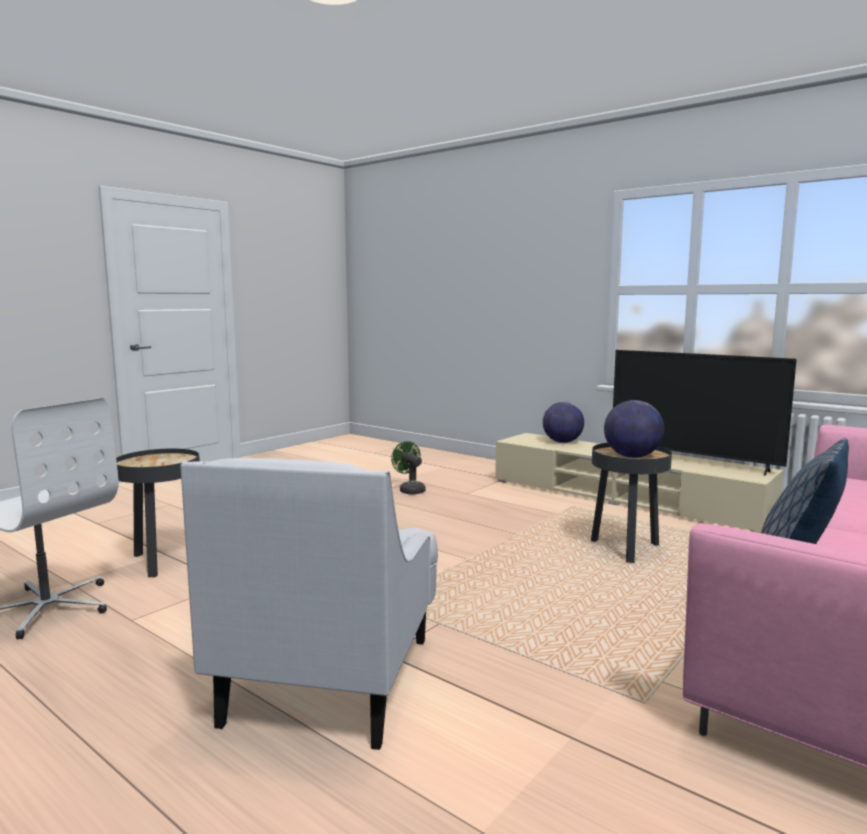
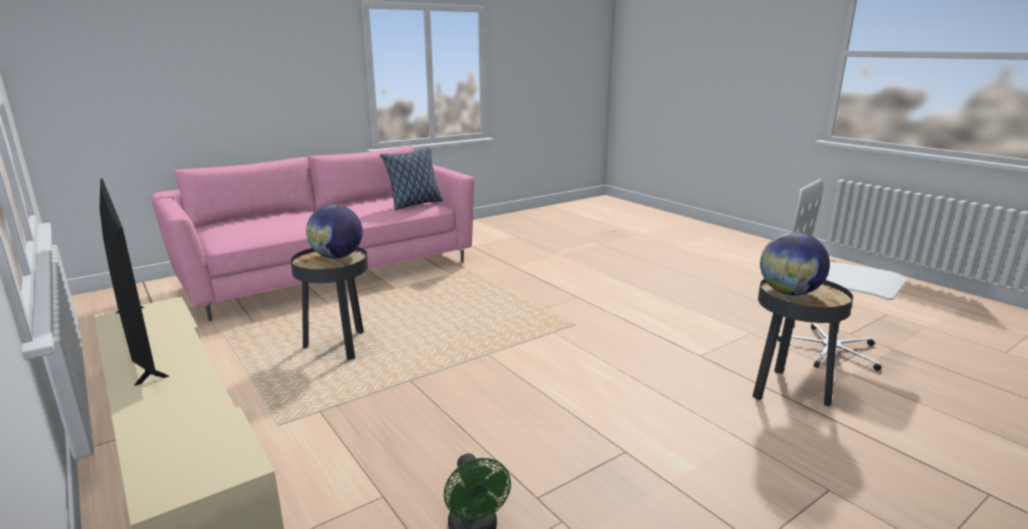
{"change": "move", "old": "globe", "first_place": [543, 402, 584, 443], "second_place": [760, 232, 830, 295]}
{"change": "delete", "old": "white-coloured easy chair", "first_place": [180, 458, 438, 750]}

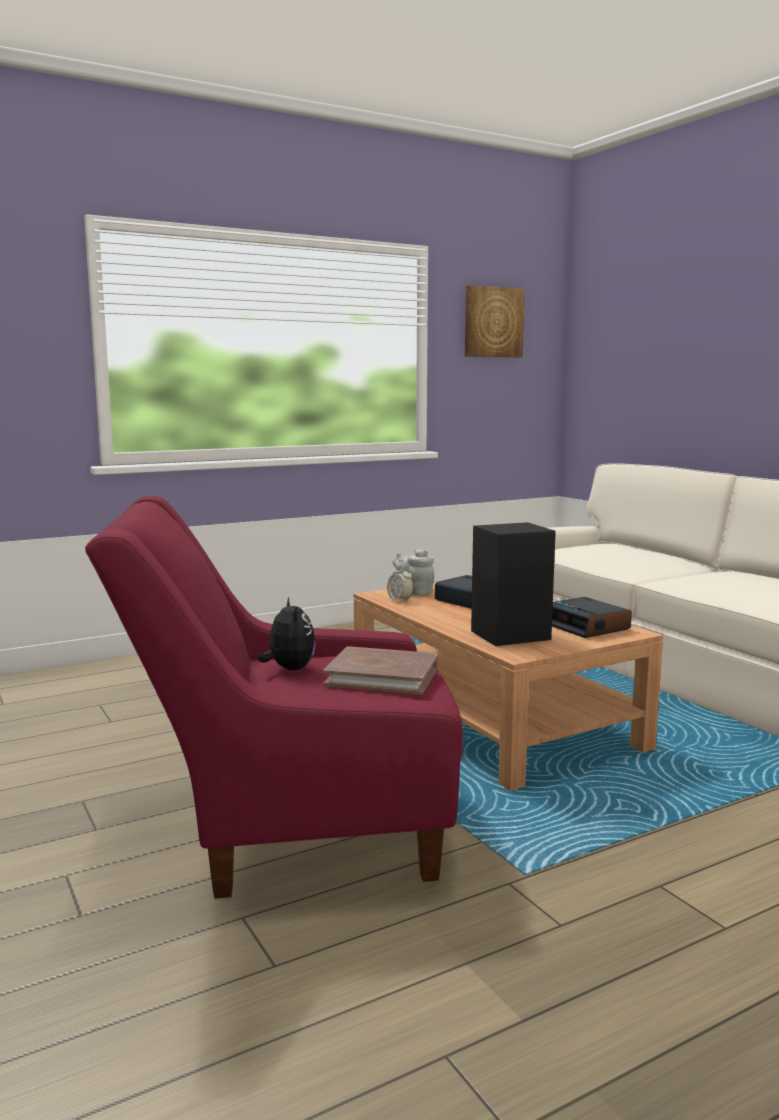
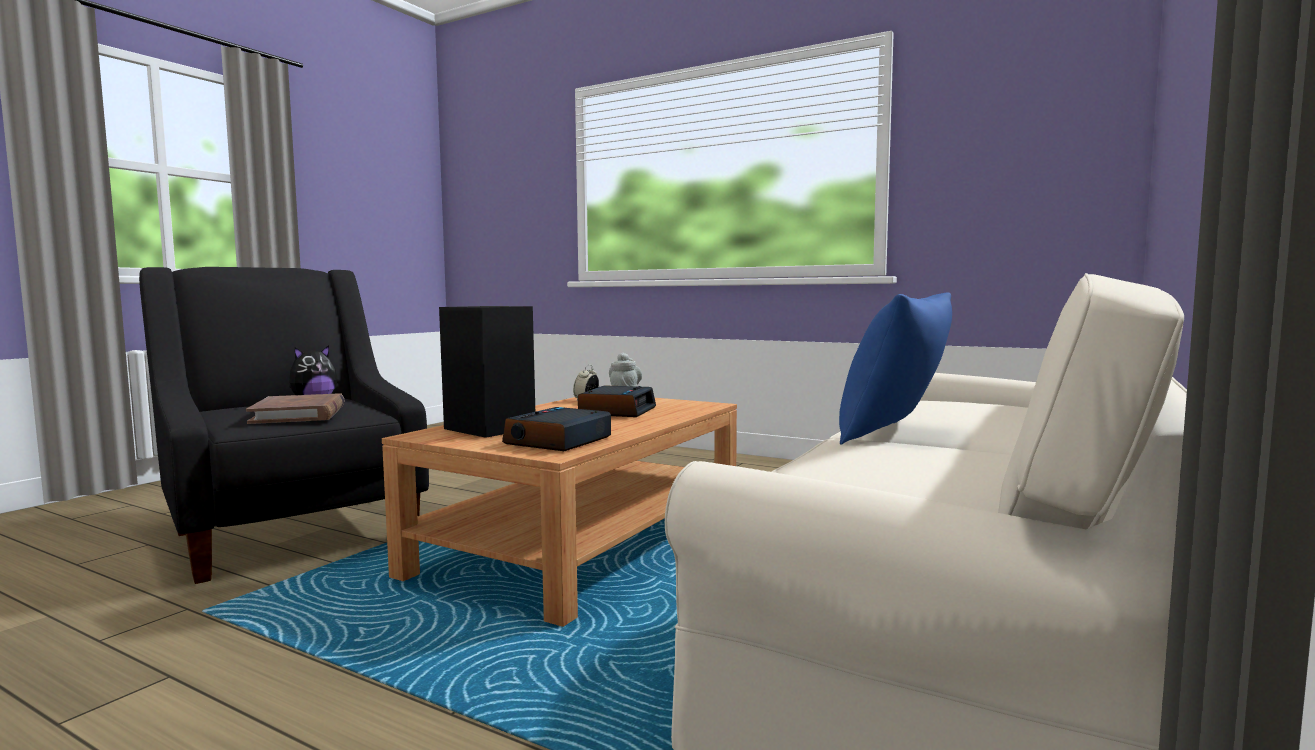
{"change": "delete", "old": "picture", "first_place": [465, 285, 525, 357]}
{"change": "recolor", "old": "red-coloured easy chair", "new": "blackish easy chair", "first_place": [85, 495, 463, 898], "second_place": [139, 267, 429, 584]}
{"change": "insert", "new": "blue-coloured pillow", "second_place": [839, 292, 952, 445]}

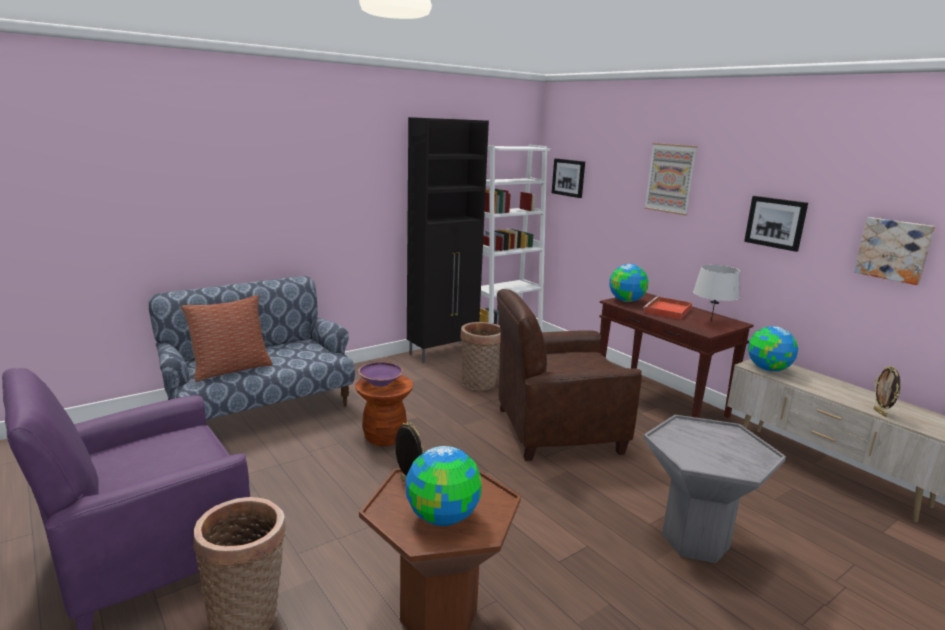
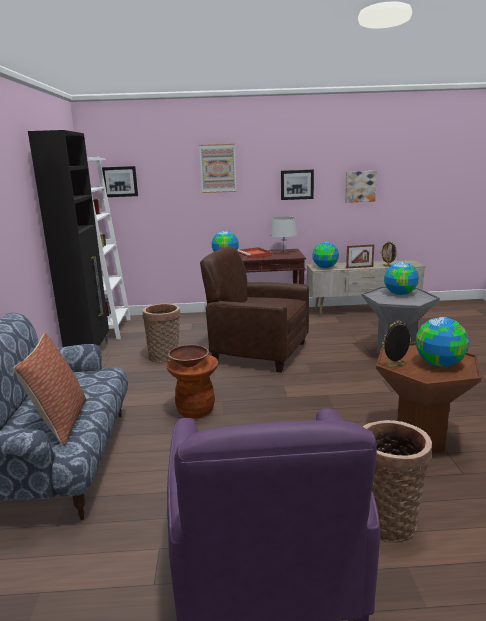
{"change": "rotate", "old": "brown easy chair", "first_place": [497, 289, 642, 461], "second_place": [200, 246, 309, 373], "degrees": 90}
{"change": "recolor", "old": "purplish serving bowl", "new": "brown serving bowl", "first_place": [358, 362, 403, 387], "second_place": [168, 345, 209, 367]}
{"change": "insert", "new": "picture frame", "second_place": [346, 244, 374, 268]}
{"change": "insert", "new": "globe", "second_place": [384, 262, 419, 295]}

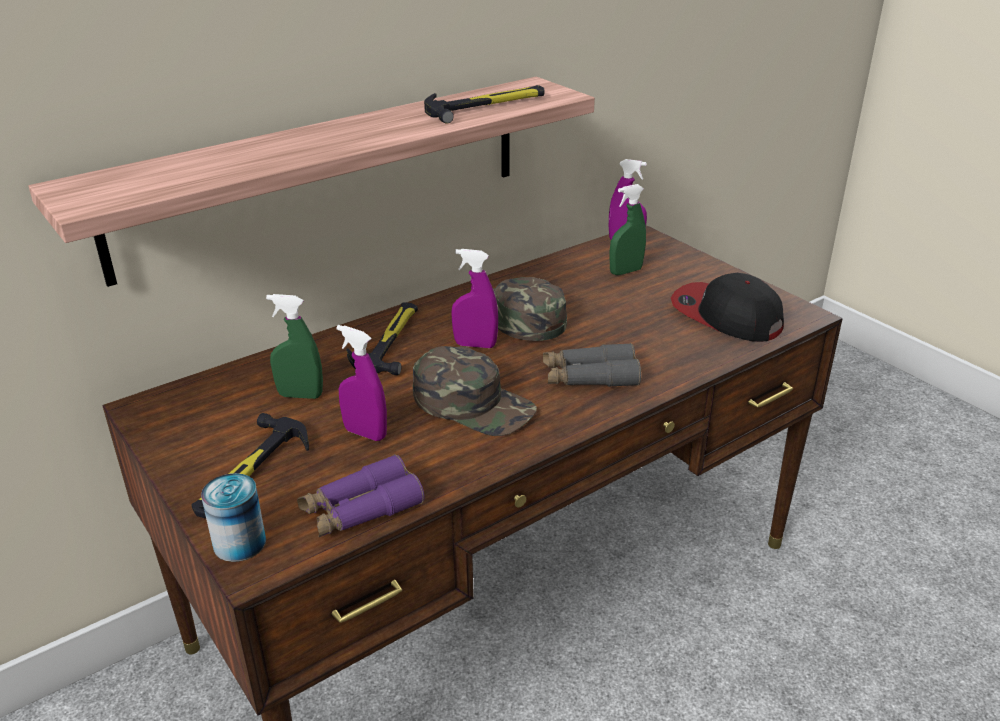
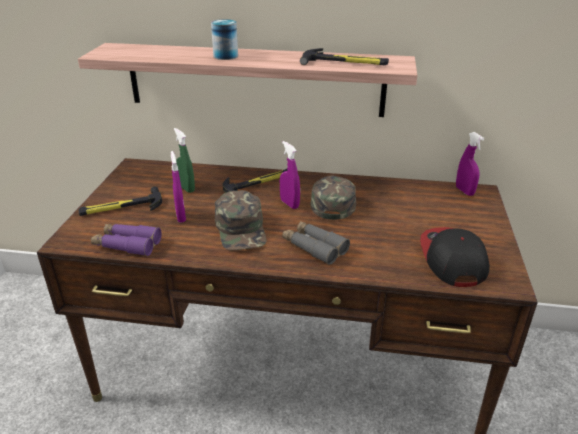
{"change": "delete", "old": "greenish hand sprayer", "first_place": [609, 184, 646, 275]}
{"change": "move", "old": "metal can", "first_place": [201, 473, 266, 562], "second_place": [211, 19, 238, 60]}

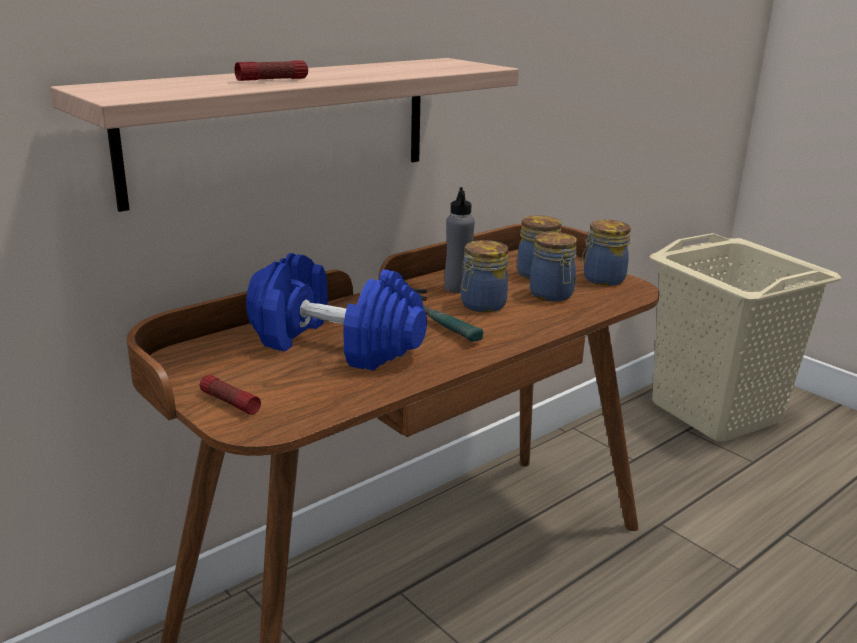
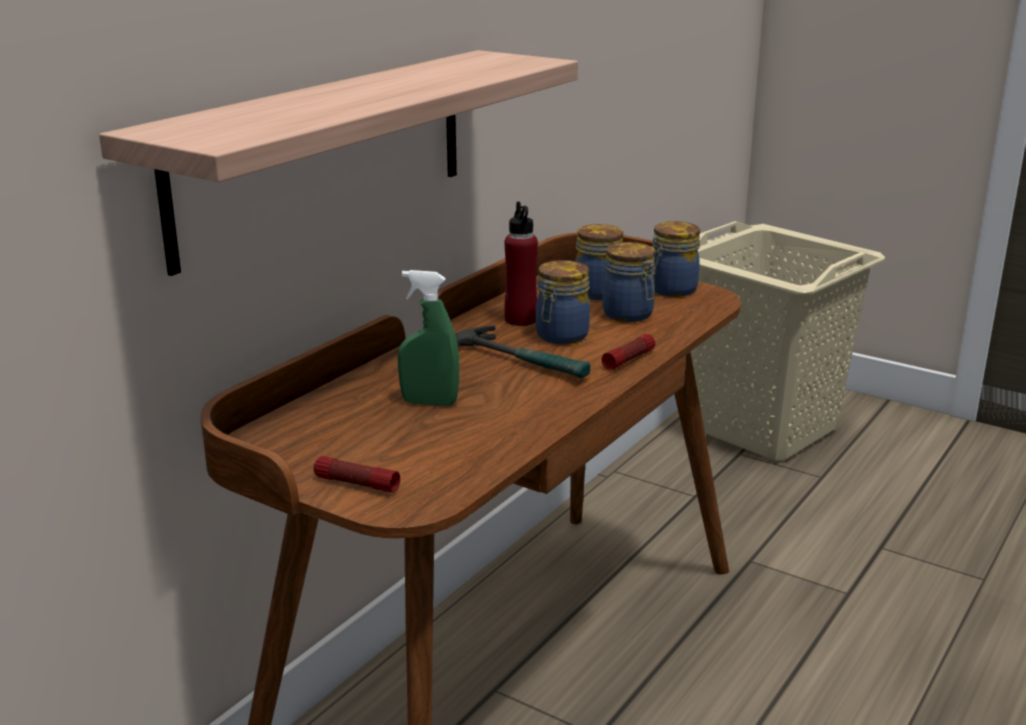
{"change": "move", "old": "flashlight", "first_place": [235, 60, 308, 81], "second_place": [602, 334, 655, 370]}
{"change": "recolor", "old": "grey drink bottle", "new": "red-coloured drink bottle", "first_place": [444, 187, 475, 293], "second_place": [504, 202, 538, 326]}
{"change": "replace", "old": "blue-coloured free weight", "new": "greenish hand sprayer", "first_place": [246, 253, 427, 371], "second_place": [398, 270, 459, 406]}

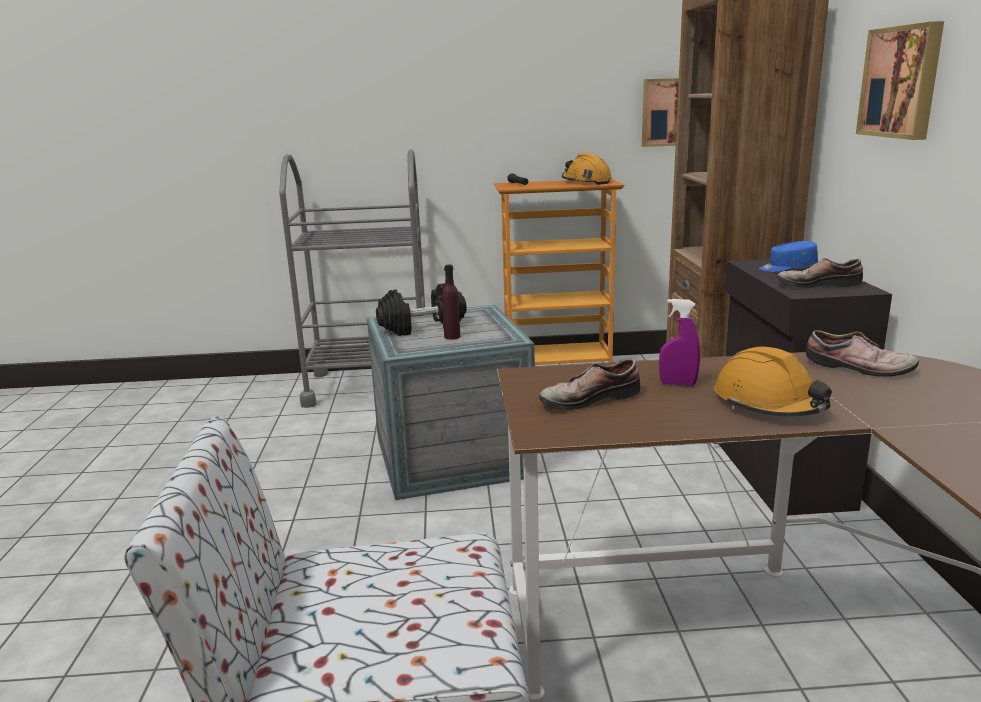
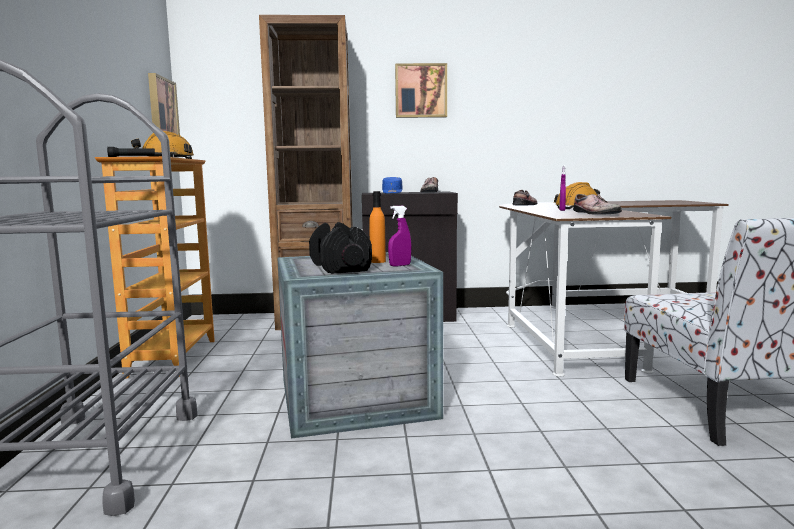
{"change": "recolor", "old": "purplish drink bottle", "new": "orange drink bottle", "first_place": [442, 265, 461, 340], "second_place": [369, 191, 386, 263]}
{"change": "insert", "new": "purplish hand sprayer", "second_place": [388, 206, 412, 266]}

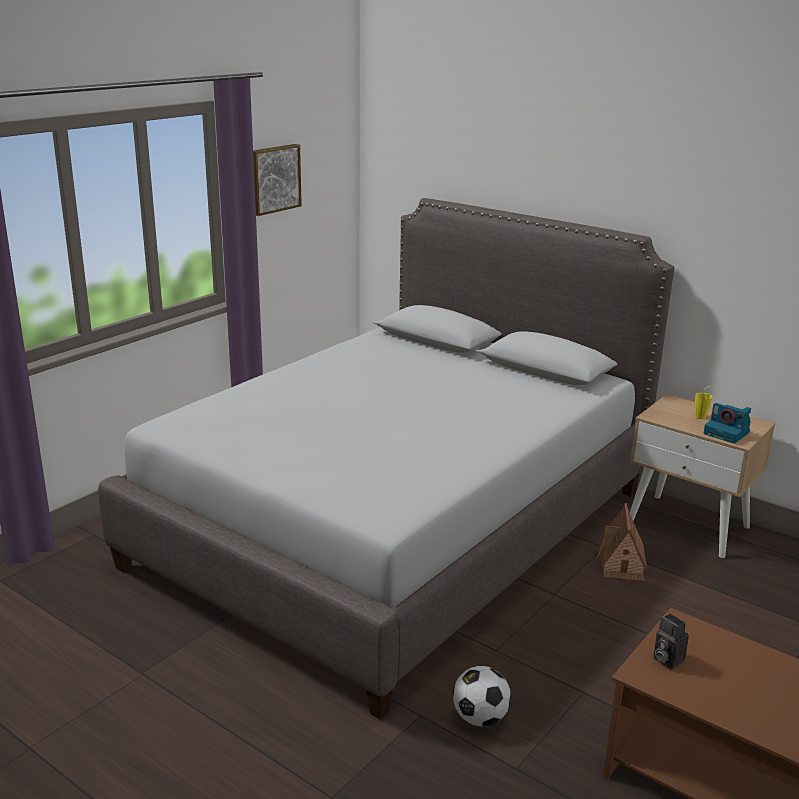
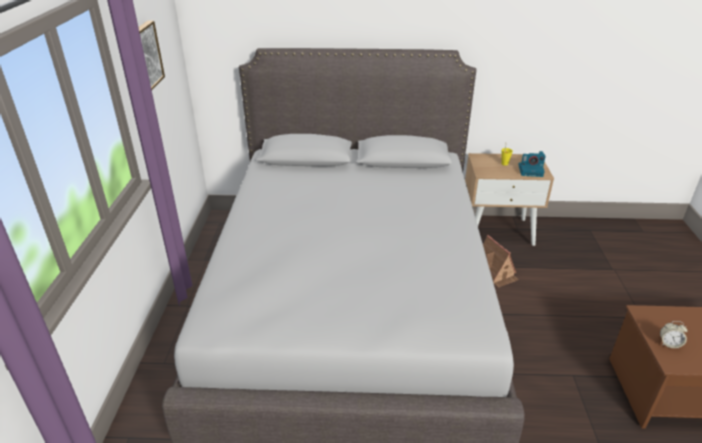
{"change": "replace", "old": "still camera", "new": "alarm clock", "first_place": [653, 614, 689, 669], "second_place": [660, 321, 688, 348]}
{"change": "delete", "old": "ball for football", "first_place": [453, 666, 511, 726]}

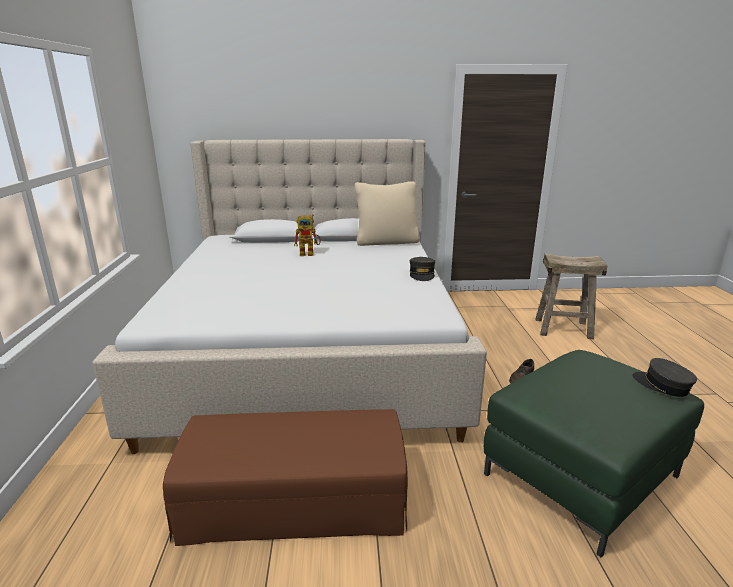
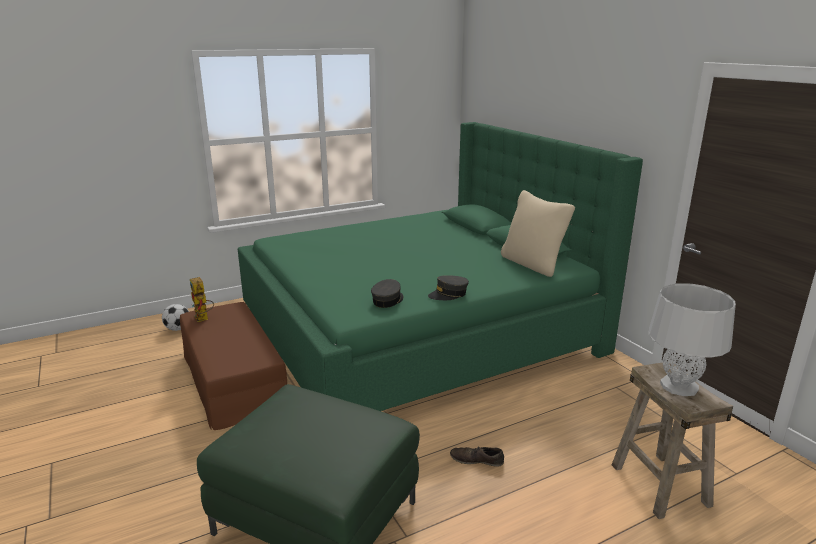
{"change": "recolor", "old": "beige bed", "new": "greenish bed", "first_place": [93, 139, 487, 454], "second_place": [238, 122, 643, 411]}
{"change": "move", "old": "model robot", "first_place": [294, 214, 321, 256], "second_place": [190, 277, 214, 322]}
{"change": "move", "old": "grey baseball cap", "first_place": [632, 358, 697, 397], "second_place": [371, 279, 403, 308]}
{"change": "insert", "new": "grey table lamp", "second_place": [649, 283, 736, 396]}
{"change": "insert", "new": "ball for football", "second_place": [162, 304, 189, 331]}

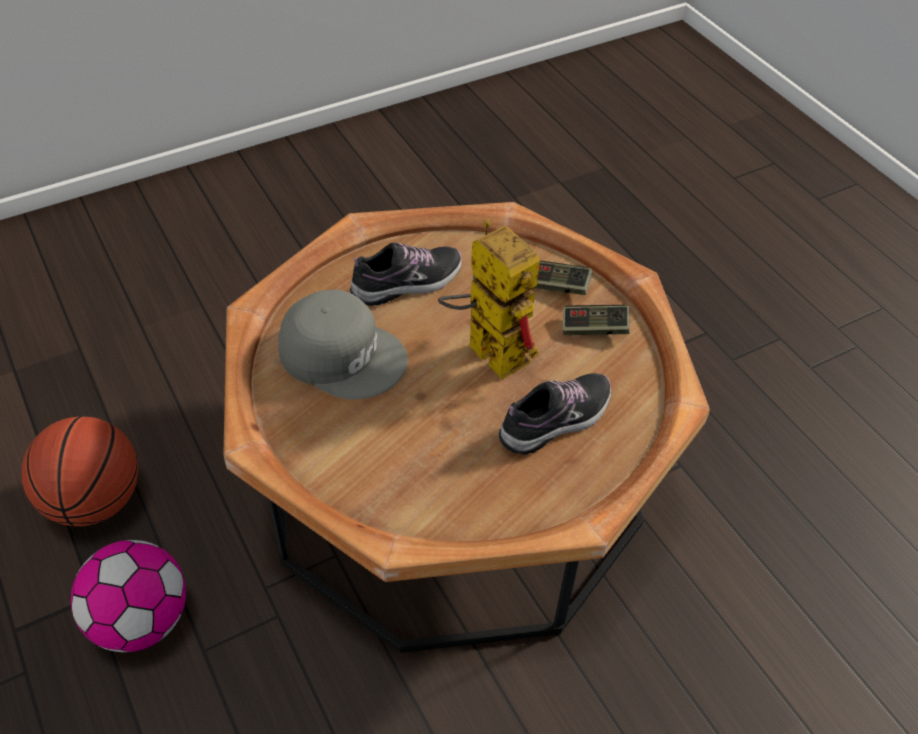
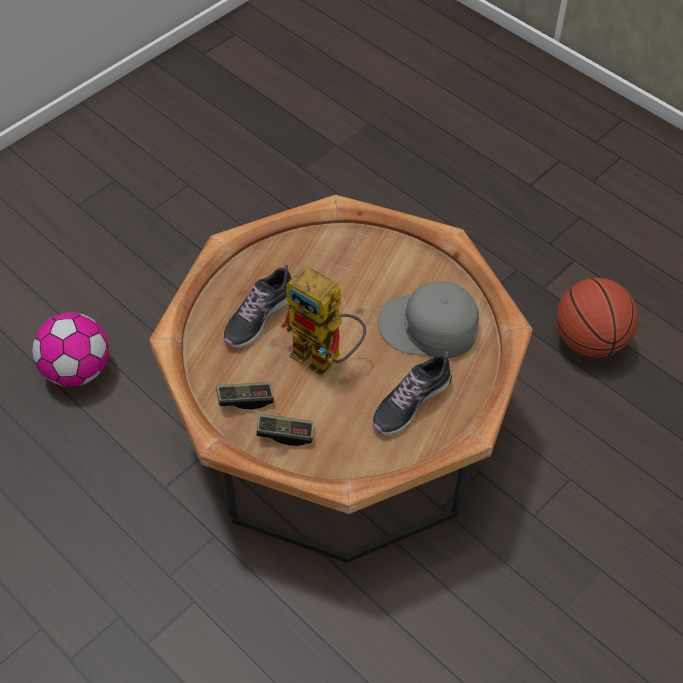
{"change": "move", "old": "ball for football", "first_place": [71, 540, 186, 652], "second_place": [32, 312, 109, 387]}

